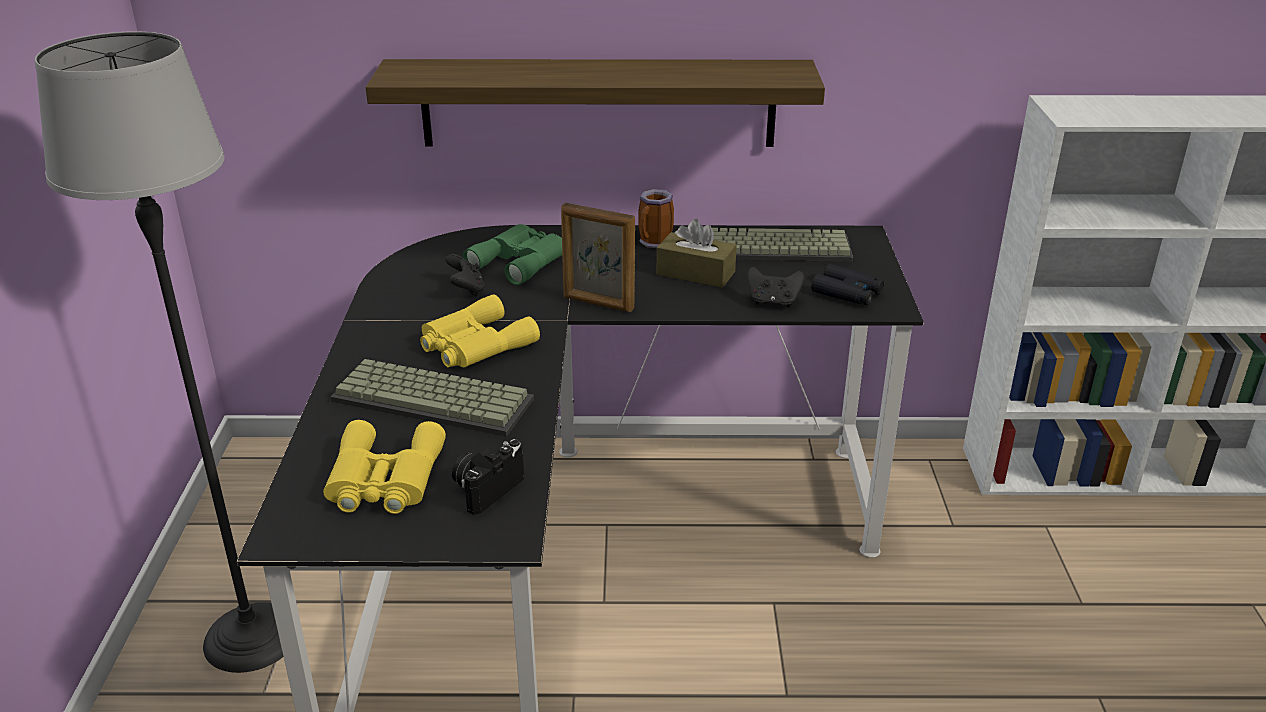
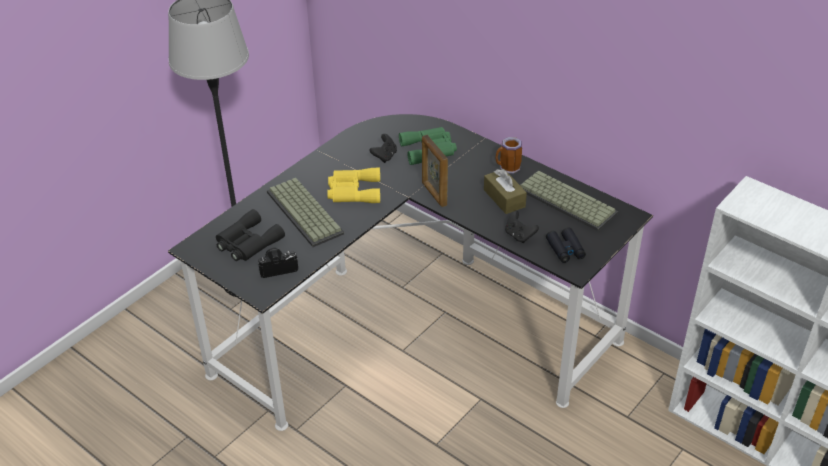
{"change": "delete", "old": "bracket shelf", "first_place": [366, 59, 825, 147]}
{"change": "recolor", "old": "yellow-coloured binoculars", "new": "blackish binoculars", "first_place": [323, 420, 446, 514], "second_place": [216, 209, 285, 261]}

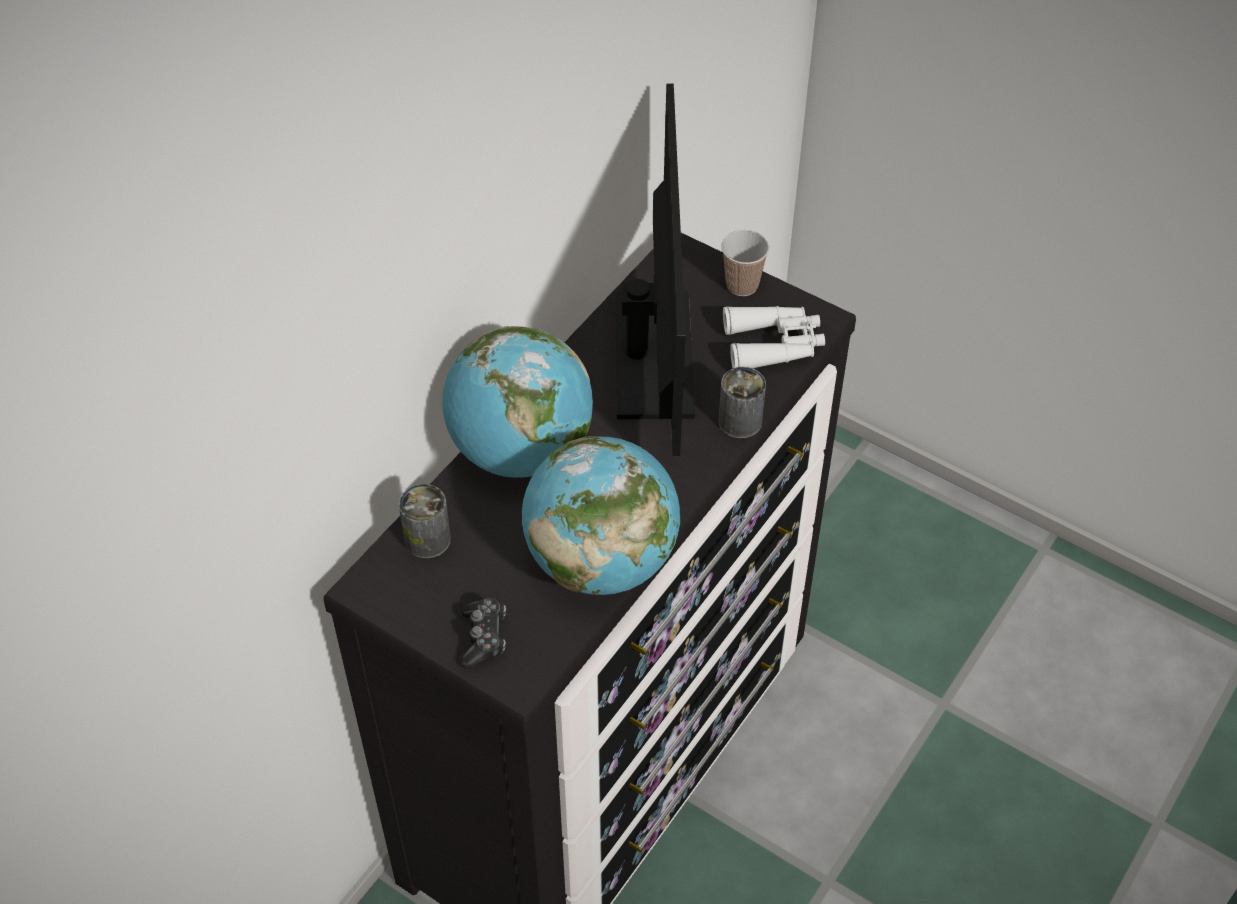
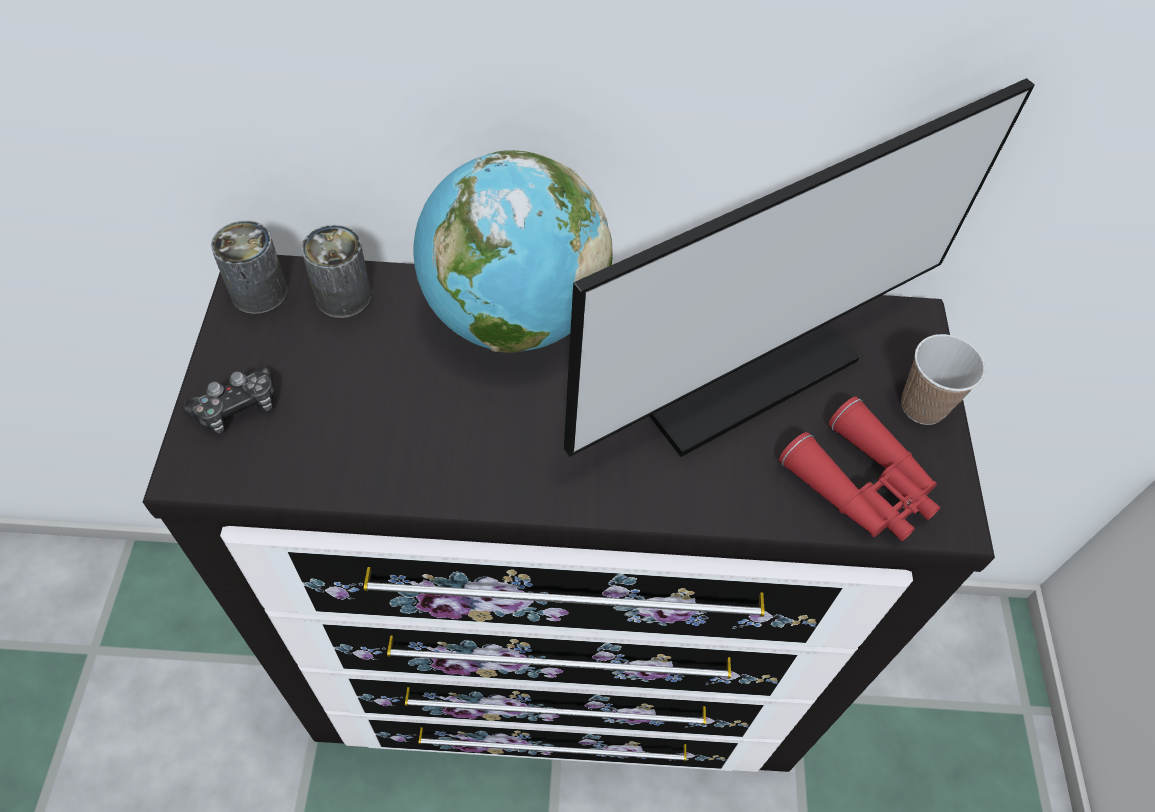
{"change": "recolor", "old": "white-coloured binoculars", "new": "red-coloured binoculars", "first_place": [723, 306, 825, 368], "second_place": [779, 397, 941, 541]}
{"change": "move", "old": "metal can", "first_place": [718, 367, 766, 438], "second_place": [211, 221, 287, 314]}
{"change": "delete", "old": "globe", "first_place": [522, 436, 681, 595]}

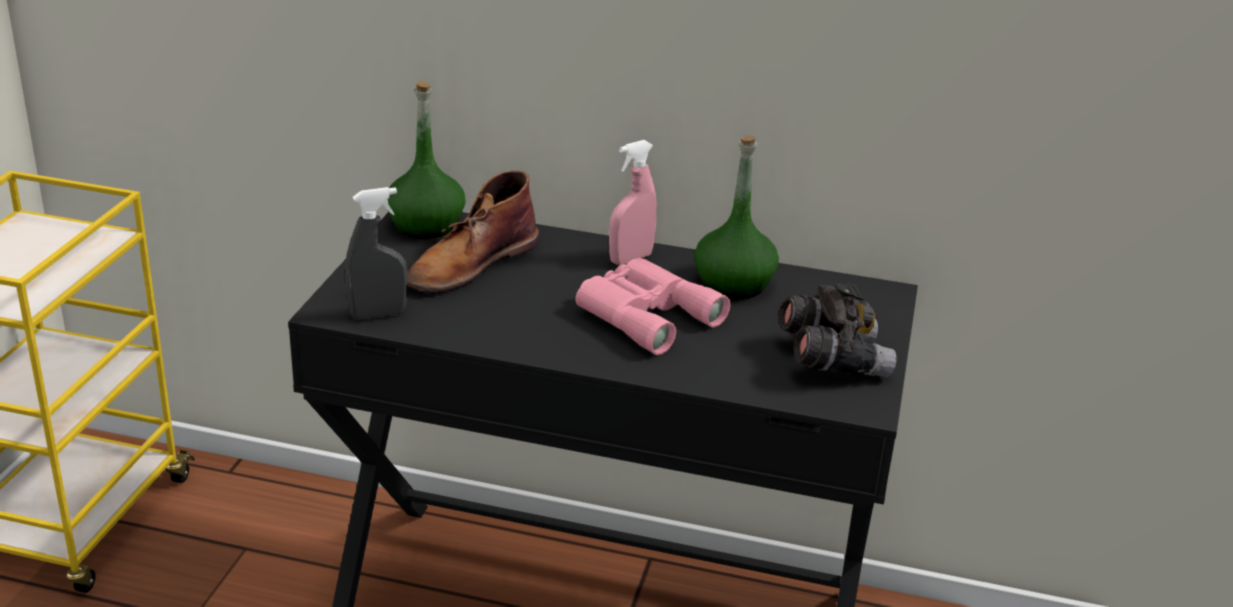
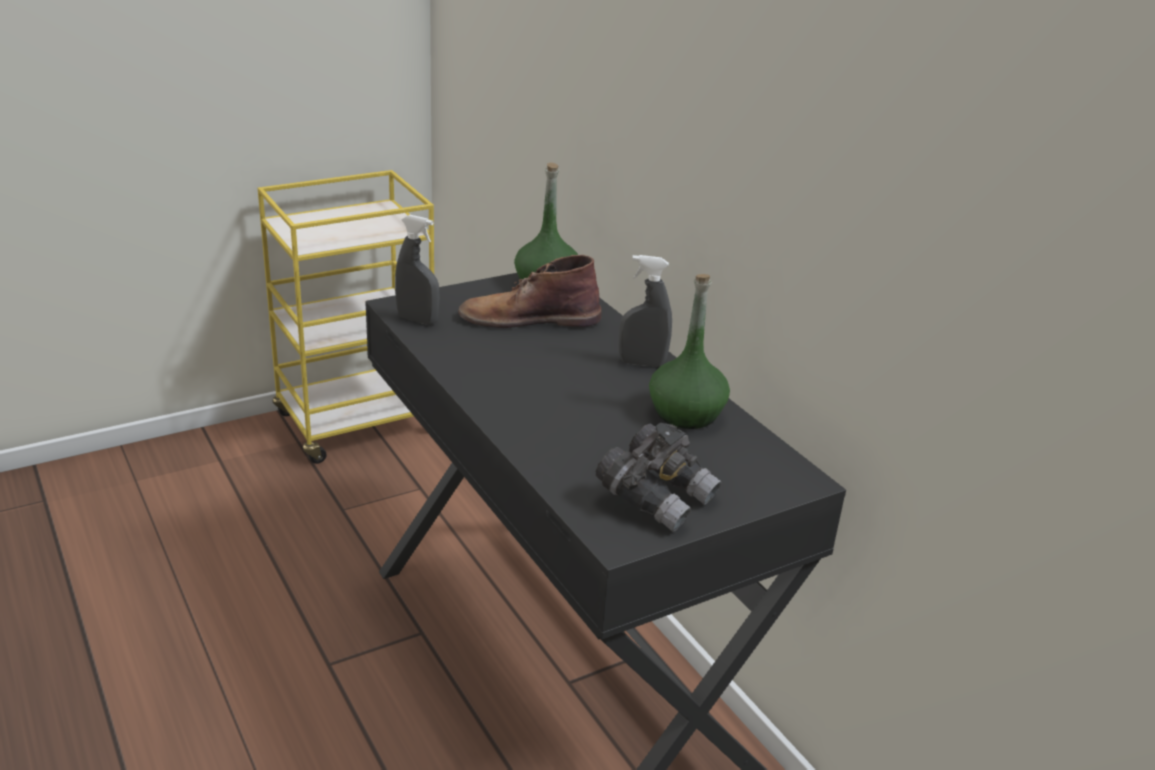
{"change": "recolor", "old": "pink-coloured hand sprayer", "new": "grey hand sprayer", "first_place": [609, 140, 657, 265], "second_place": [619, 255, 672, 367]}
{"change": "delete", "old": "pink-coloured binoculars", "first_place": [576, 258, 730, 355]}

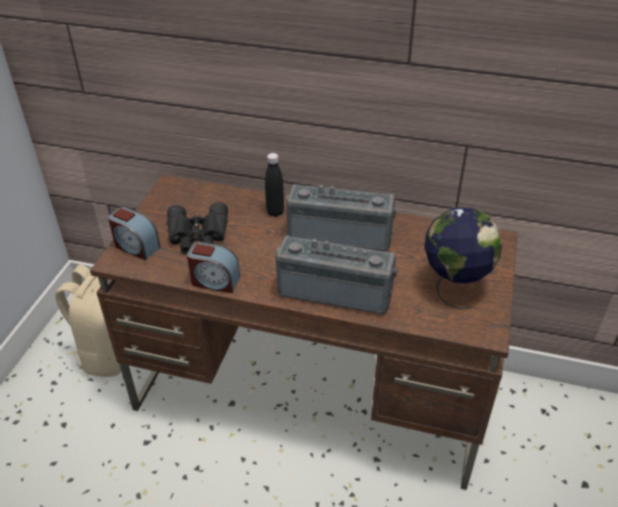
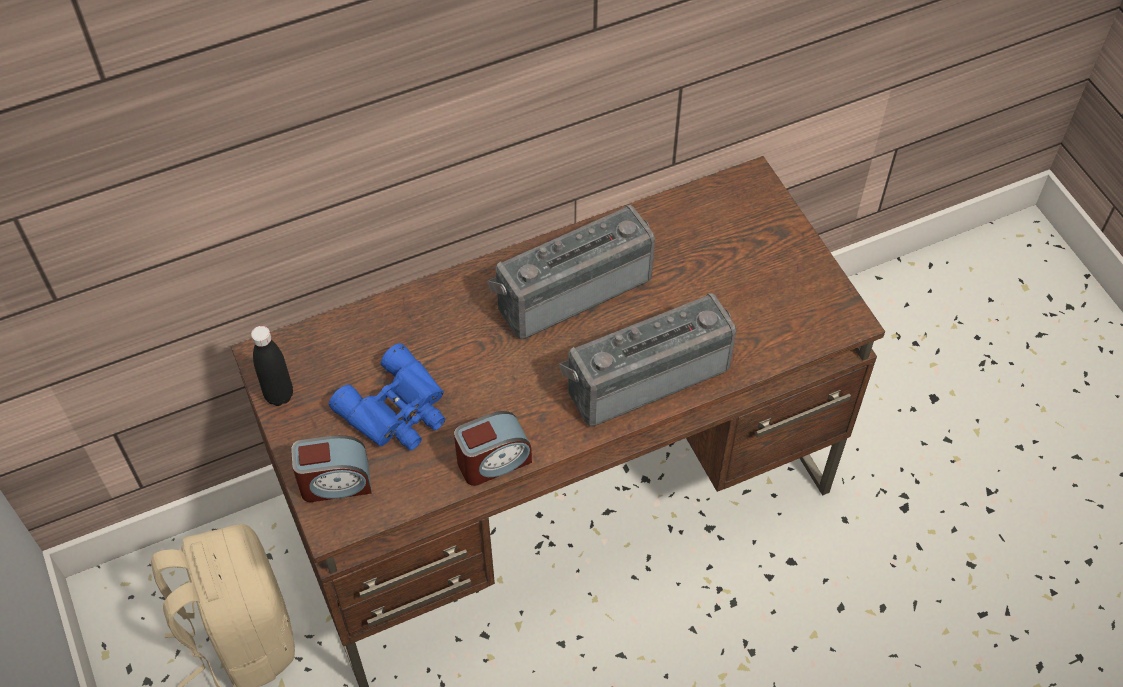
{"change": "move", "old": "blackish drink bottle", "first_place": [265, 153, 284, 217], "second_place": [251, 326, 293, 406]}
{"change": "recolor", "old": "blackish binoculars", "new": "blue-coloured binoculars", "first_place": [167, 202, 228, 254], "second_place": [329, 343, 445, 451]}
{"change": "delete", "old": "globe", "first_place": [424, 208, 502, 310]}

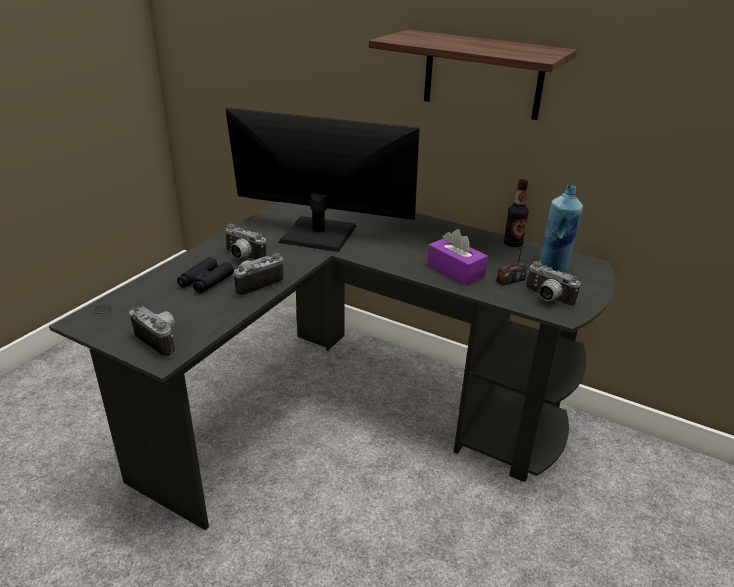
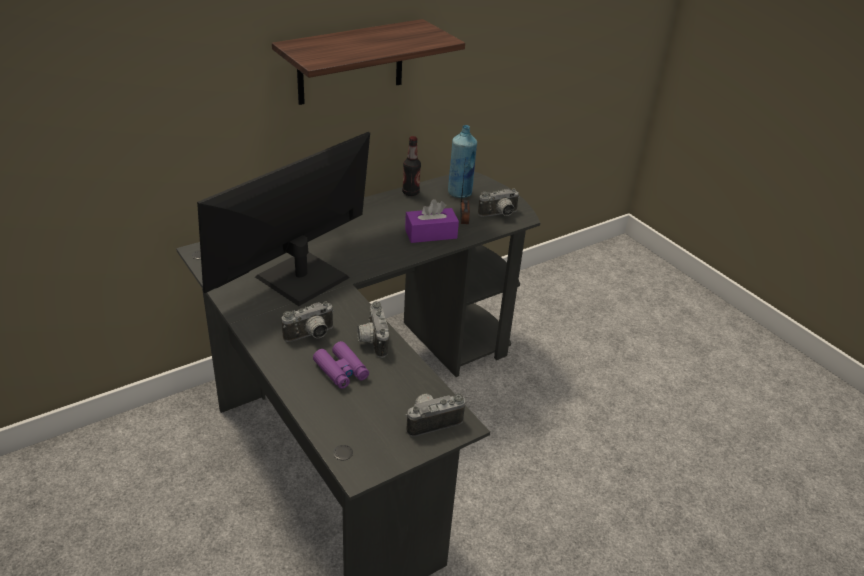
{"change": "recolor", "old": "blackish binoculars", "new": "purplish binoculars", "first_place": [177, 257, 234, 293], "second_place": [313, 341, 369, 389]}

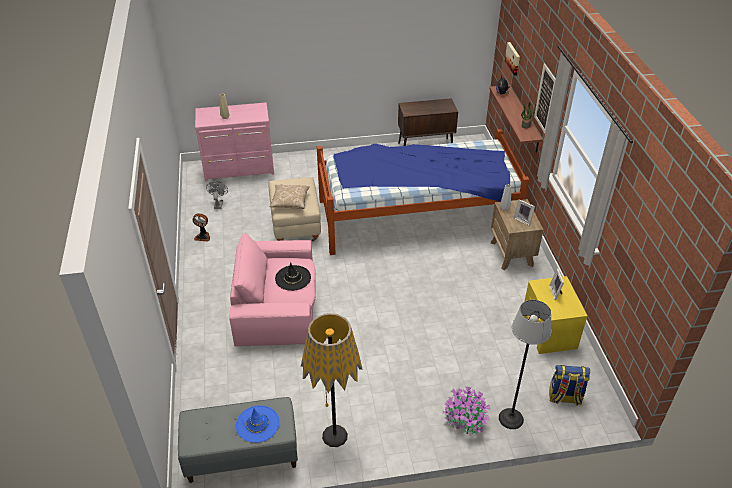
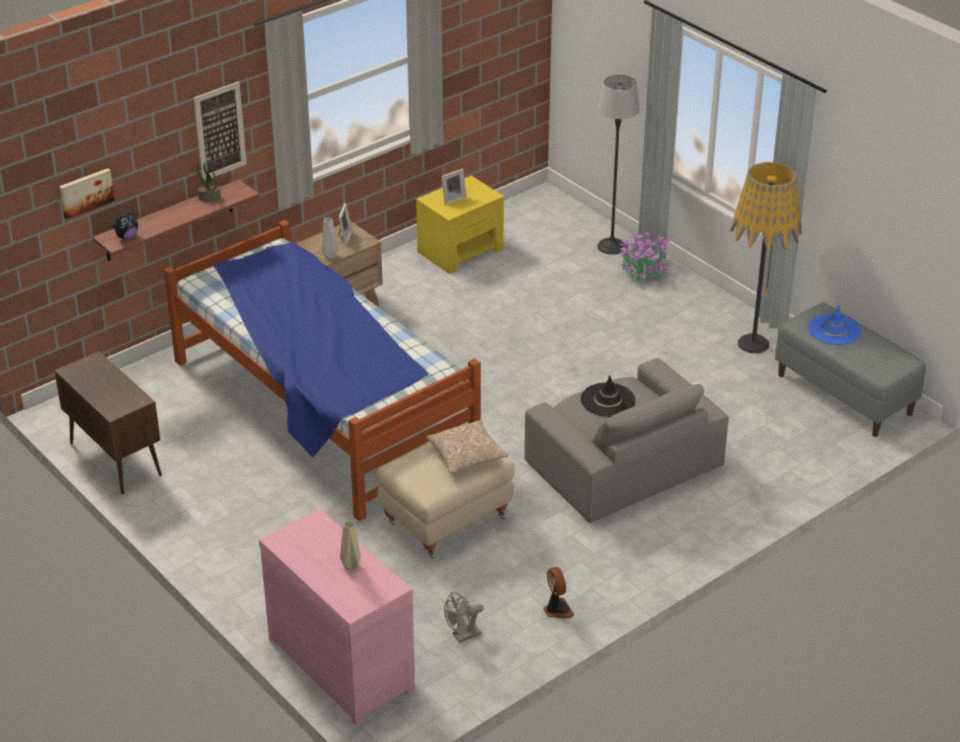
{"change": "recolor", "old": "pink-coloured easy chair", "new": "grey easy chair", "first_place": [229, 233, 316, 346], "second_place": [524, 358, 729, 523]}
{"change": "delete", "old": "rucksack", "first_place": [549, 365, 590, 406]}

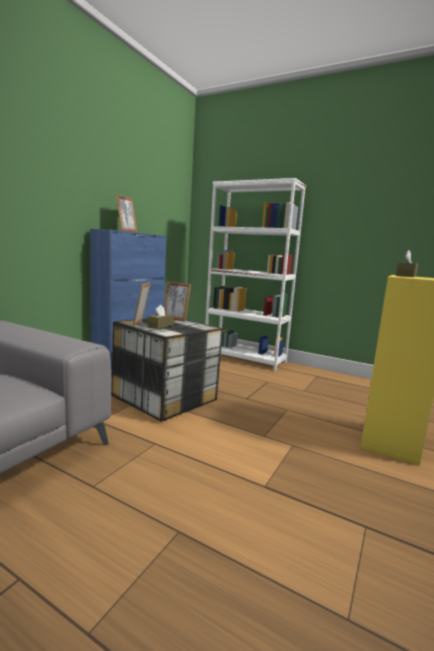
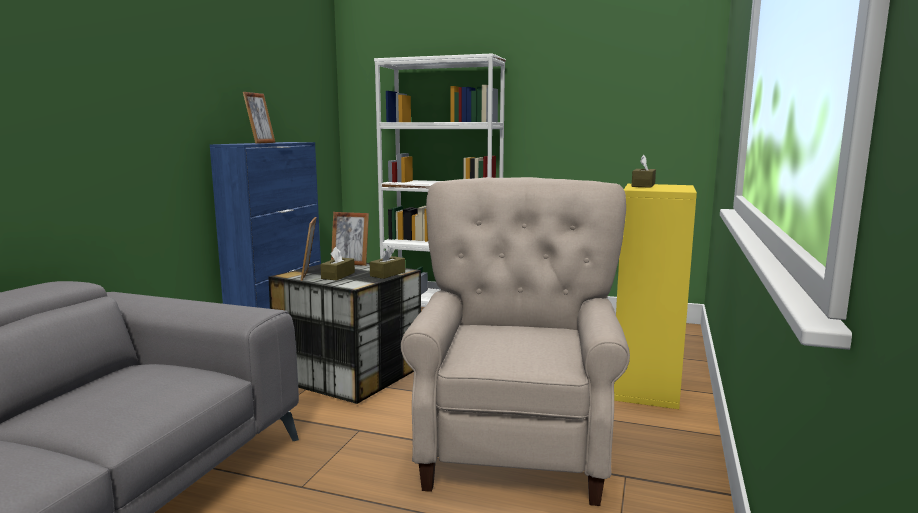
{"change": "insert", "new": "beige easy chair", "second_place": [401, 177, 630, 506]}
{"change": "insert", "new": "brown tissue box", "second_place": [370, 246, 405, 279]}

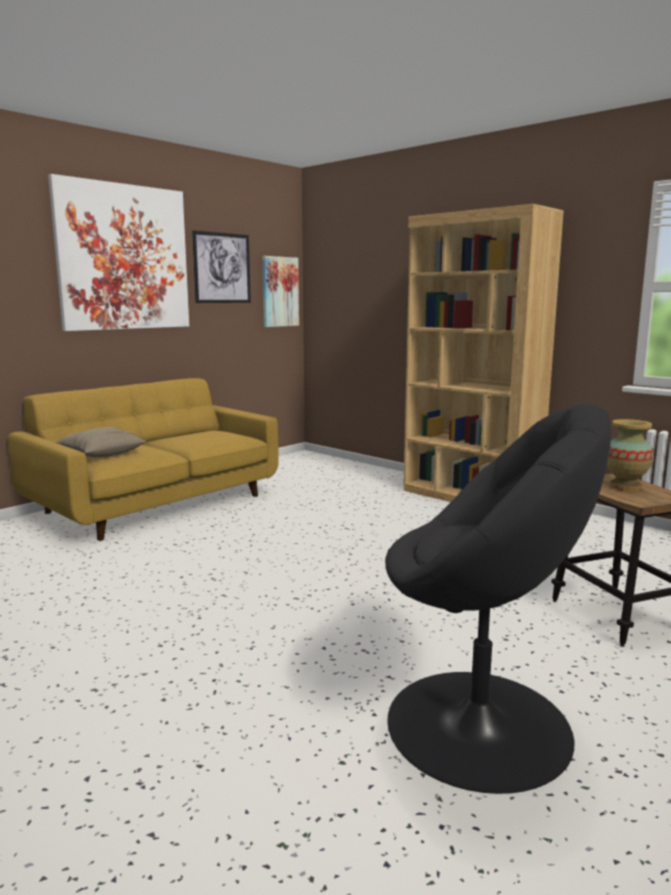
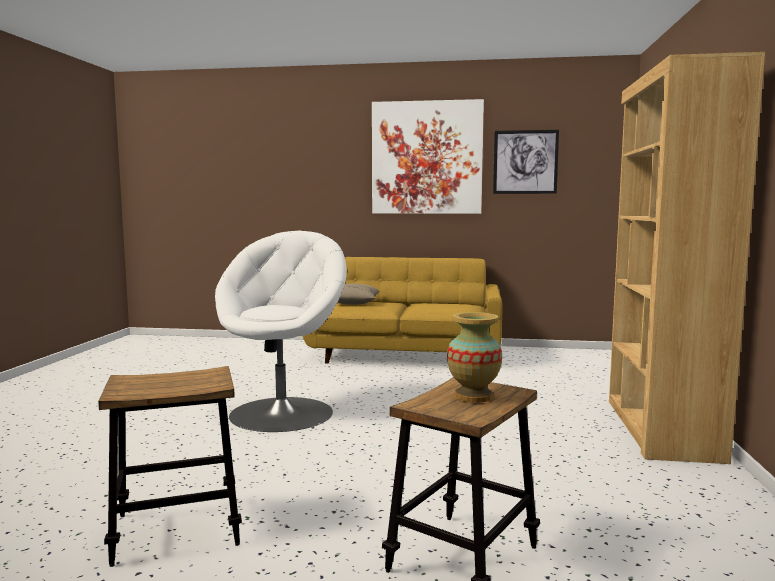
{"change": "delete", "old": "picture", "first_place": [262, 256, 299, 327]}
{"change": "replace", "old": "blackish easy chair", "new": "sitting stool", "first_place": [385, 403, 611, 794], "second_place": [98, 366, 242, 567]}
{"change": "insert", "new": "white-coloured easy chair", "second_place": [215, 231, 347, 432]}

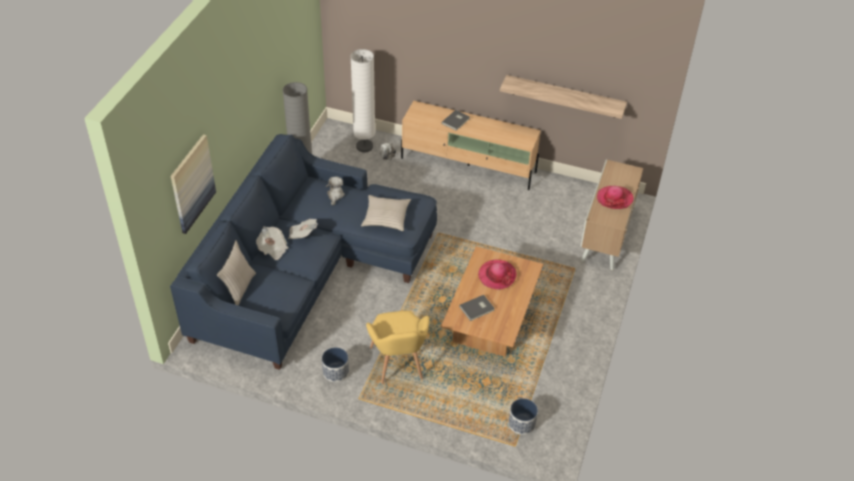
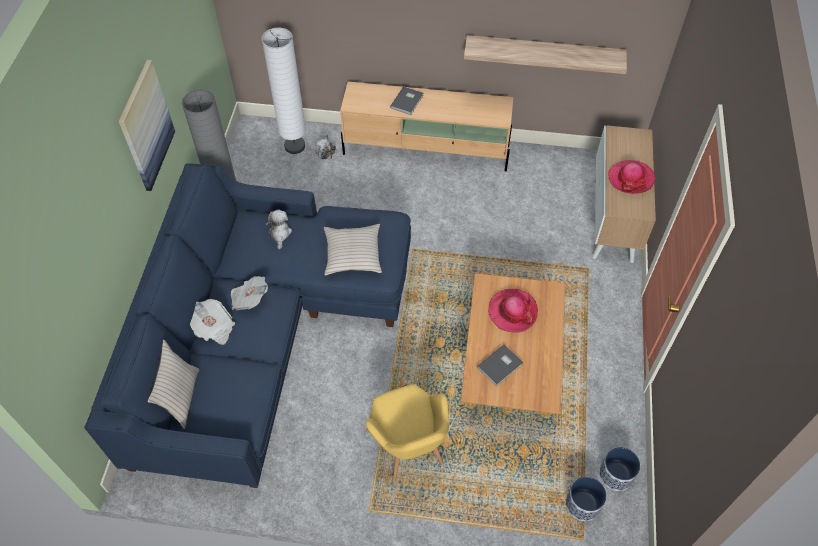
{"change": "move", "old": "picture", "first_place": [171, 134, 216, 234], "second_place": [119, 60, 175, 191]}
{"change": "move", "old": "planter", "first_place": [322, 347, 349, 382], "second_place": [599, 447, 640, 491]}

